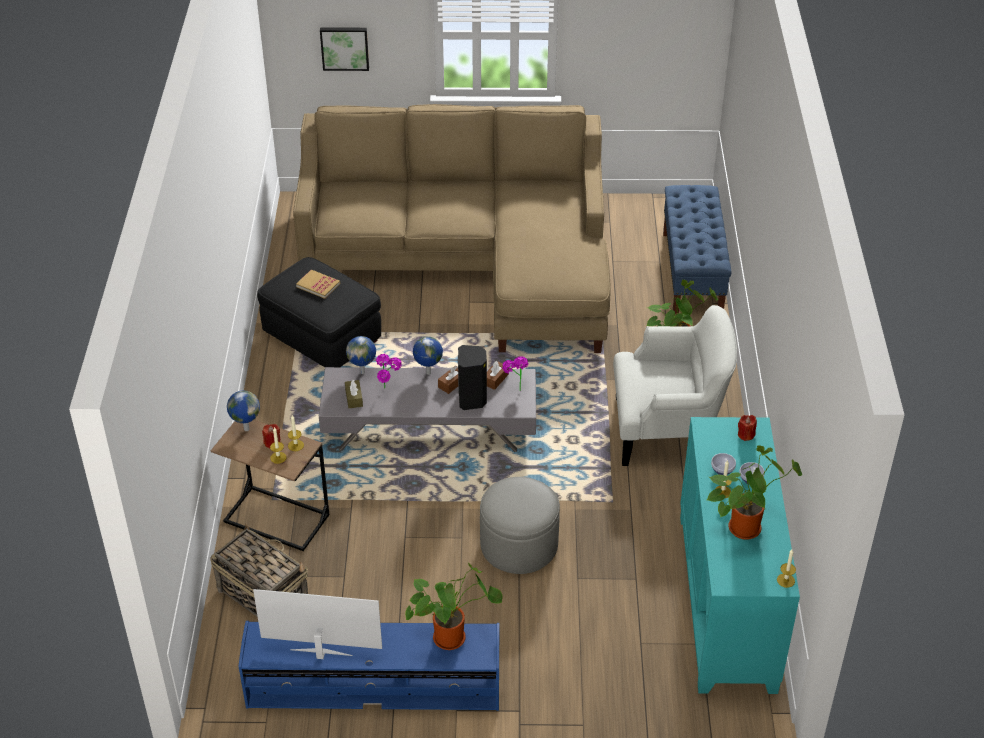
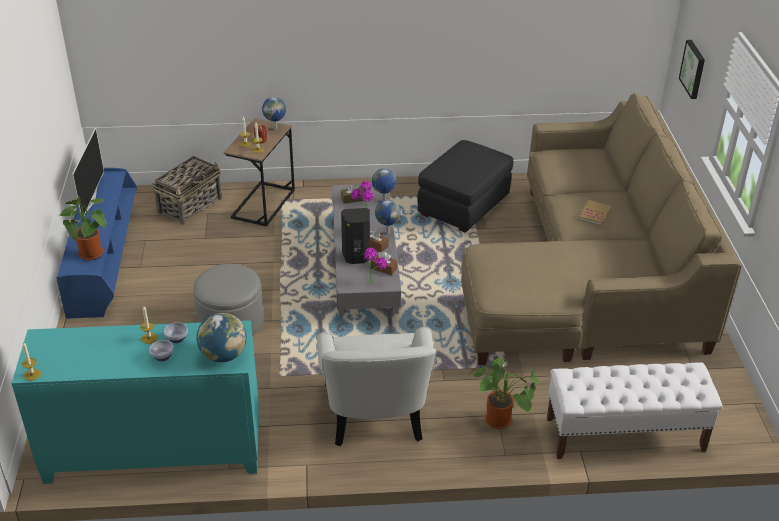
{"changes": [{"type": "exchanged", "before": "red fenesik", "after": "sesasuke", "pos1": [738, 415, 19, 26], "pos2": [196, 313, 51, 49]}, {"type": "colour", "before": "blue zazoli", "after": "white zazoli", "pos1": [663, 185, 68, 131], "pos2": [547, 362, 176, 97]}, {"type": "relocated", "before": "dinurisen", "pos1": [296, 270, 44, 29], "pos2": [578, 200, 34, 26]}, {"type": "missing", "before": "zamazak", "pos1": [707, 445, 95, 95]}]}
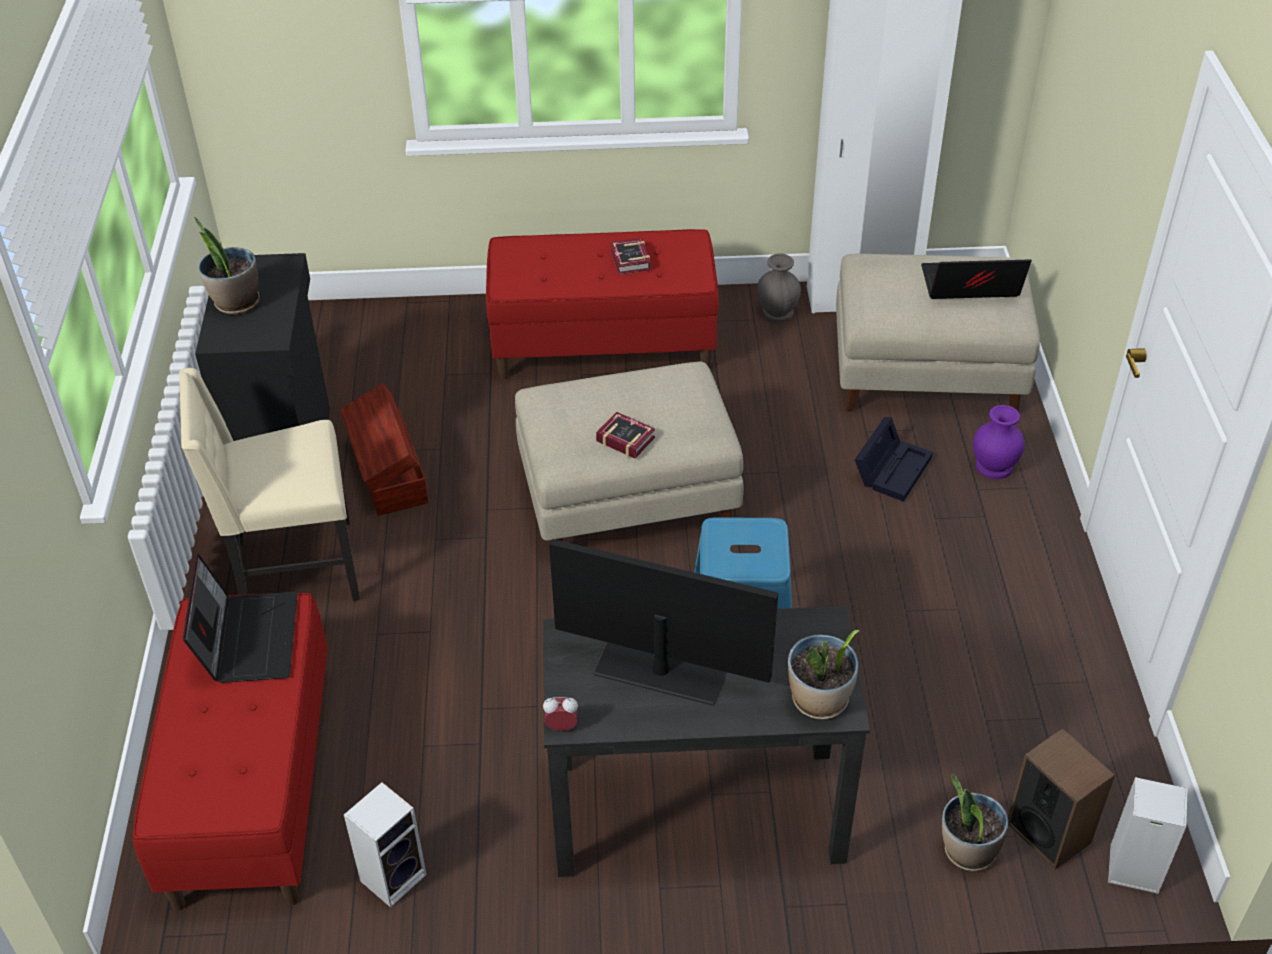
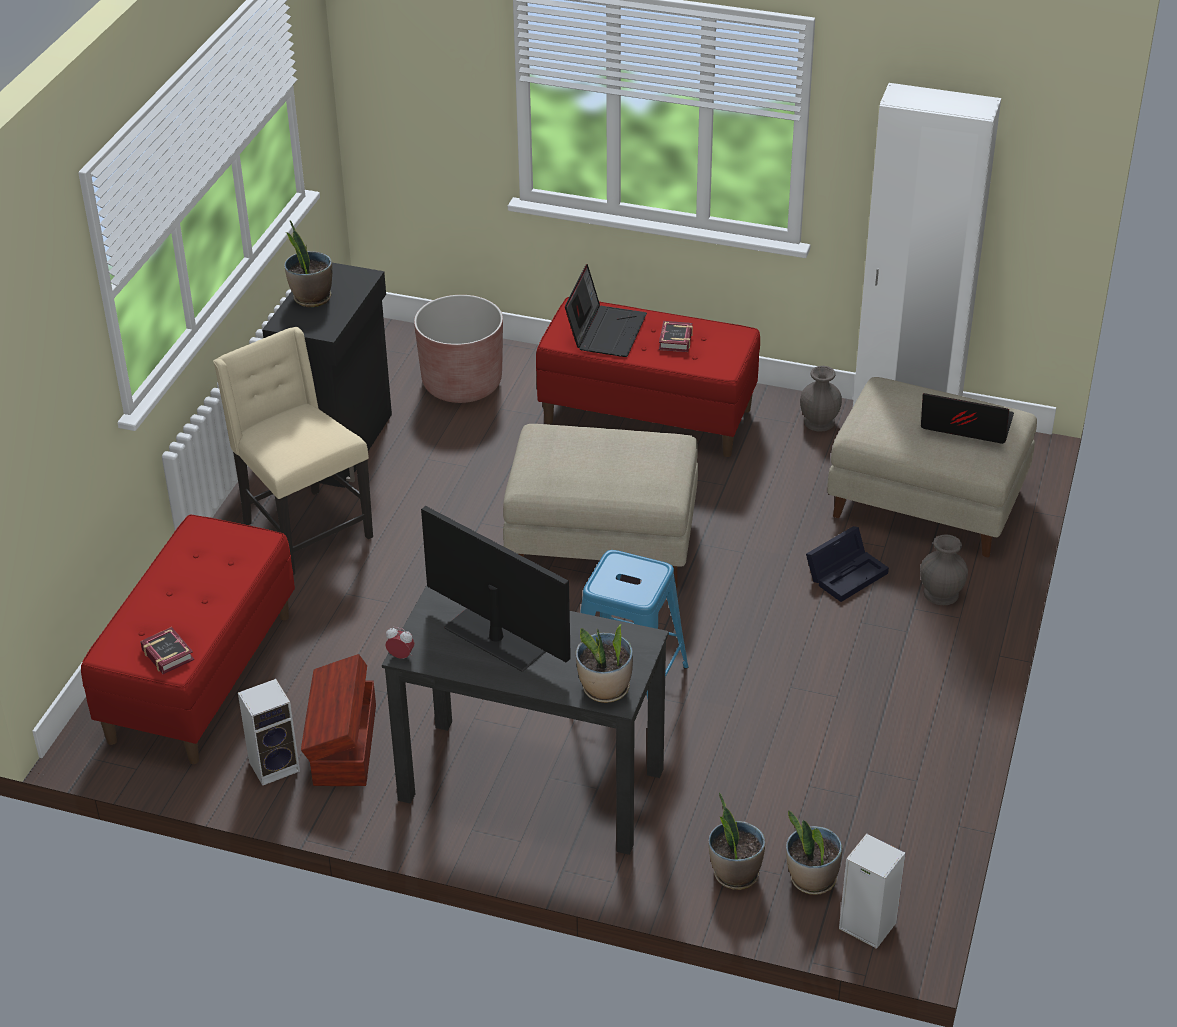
{"changes": [{"type": "relocated", "before": "dinurisen", "pos1": [596, 412, 59, 46], "pos2": [140, 627, 54, 47]}, {"type": "spun", "before": "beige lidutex", "pos1": [179, 368, 181, 233], "pos2": [213, 327, 160, 248], "turn": 45}, {"type": "relocated", "before": "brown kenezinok", "pos1": [340, 383, 88, 133], "pos2": [301, 654, 75, 132]}, {"type": "appeared", "after": "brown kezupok", "pos2": [414, 295, 89, 108]}, {"type": "relocated", "before": "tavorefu", "pos1": [183, 553, 115, 130], "pos2": [565, 264, 82, 93]}, {"type": "exchanged", "before": "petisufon", "after": "zamazak", "pos1": [1008, 728, 107, 142], "pos2": [786, 811, 56, 84]}, {"type": "colour", "before": "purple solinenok", "after": "grey solinenok", "pos1": [973, 405, 52, 74], "pos2": [920, 534, 48, 71]}]}
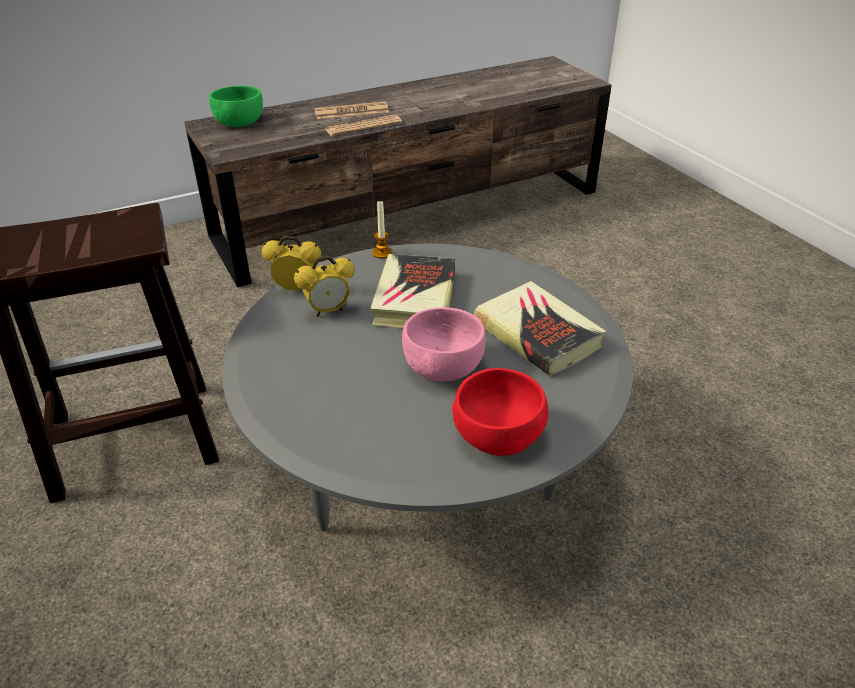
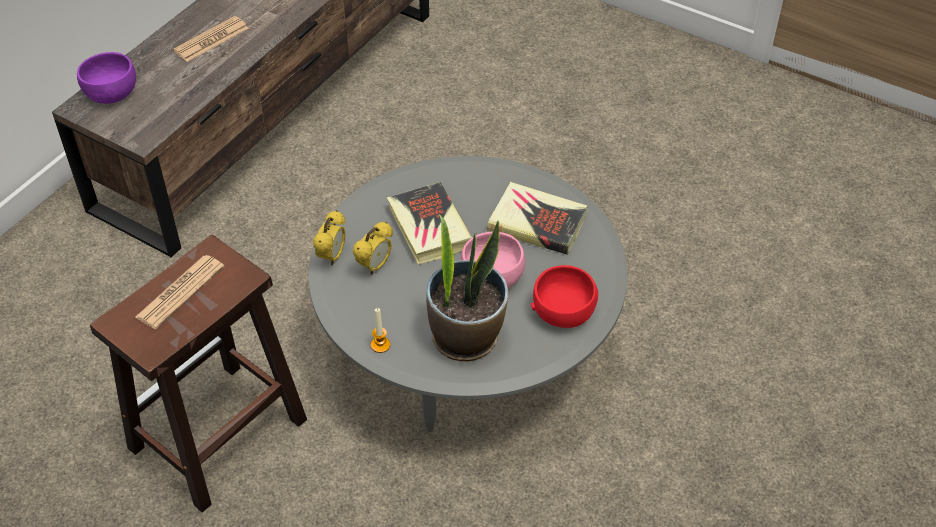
{"changes": [{"type": "colour", "before": "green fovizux", "after": "purple fovizux", "pos1": [209, 86, 54, 41], "pos2": [77, 52, 59, 52]}, {"type": "relocated", "before": "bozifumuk", "pos1": [325, 115, 77, 21], "pos2": [135, 255, 90, 74]}, {"type": "spun", "before": "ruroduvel", "pos1": [262, 236, 59, 54], "pos2": [313, 210, 33, 55], "turn": 135}, {"type": "relocated", "before": "fenesik", "pos1": [372, 201, 20, 57], "pos2": [371, 308, 19, 45]}, {"type": "appeared", "after": "zamazak", "pos2": [427, 214, 82, 147]}]}
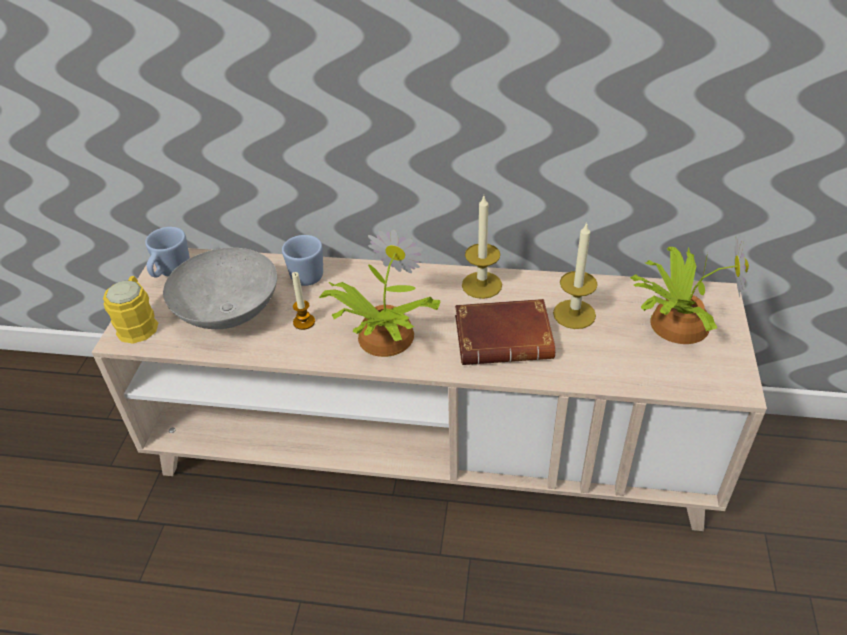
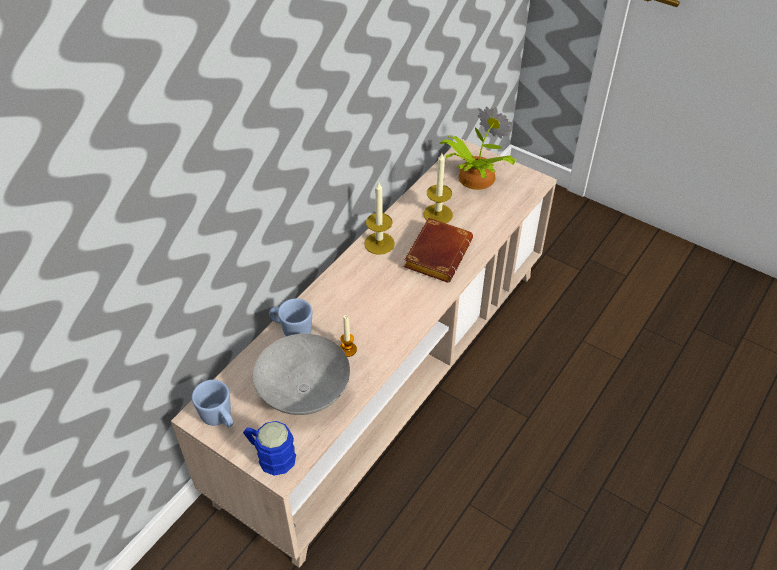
{"changes": [{"type": "colour", "before": "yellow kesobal", "after": "blue kesobal", "pos1": [103, 276, 55, 68], "pos2": [243, 421, 53, 55]}, {"type": "missing", "before": "zamazak", "pos1": [319, 229, 122, 128]}]}
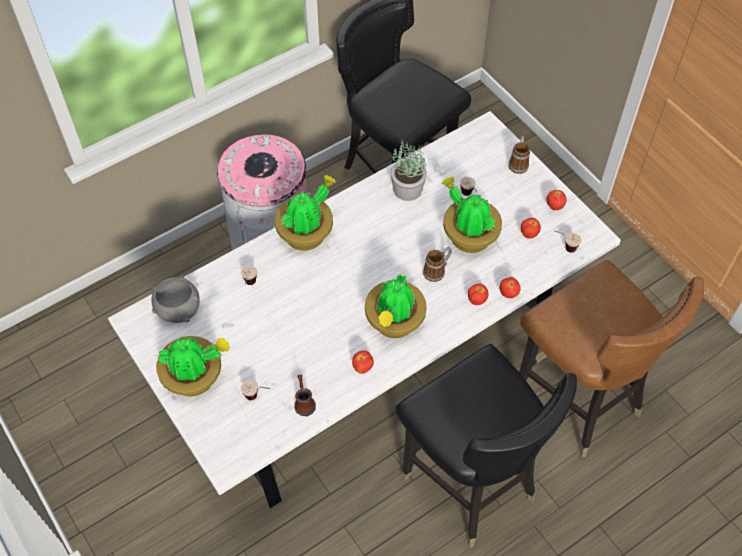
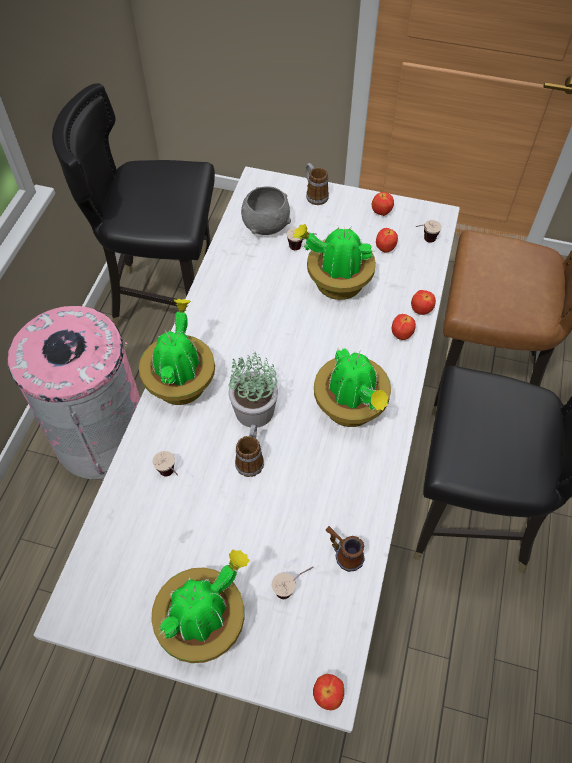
{"changes": [{"type": "relocated", "before": "zamazak", "pos1": [391, 140, 36, 61], "pos2": [228, 352, 50, 75]}, {"type": "relocated", "before": "kesobal", "pos1": [423, 247, 29, 35], "pos2": [235, 424, 29, 53]}, {"type": "relocated", "before": "grey fovizux", "pos1": [152, 276, 48, 47], "pos2": [241, 186, 50, 49]}, {"type": "relocated", "before": "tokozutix", "pos1": [352, 350, 22, 24], "pos2": [313, 674, 31, 36]}]}
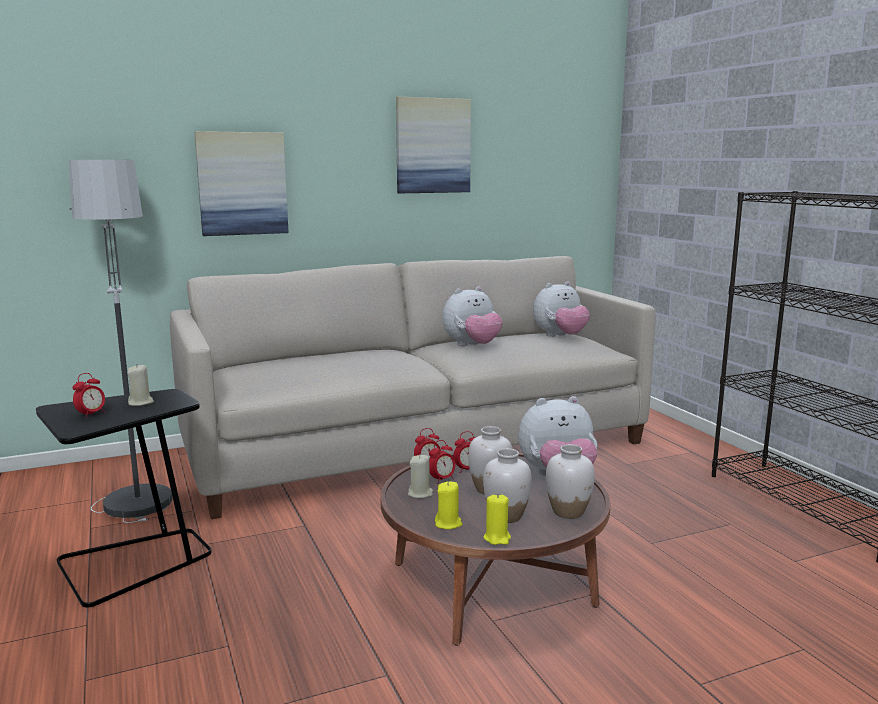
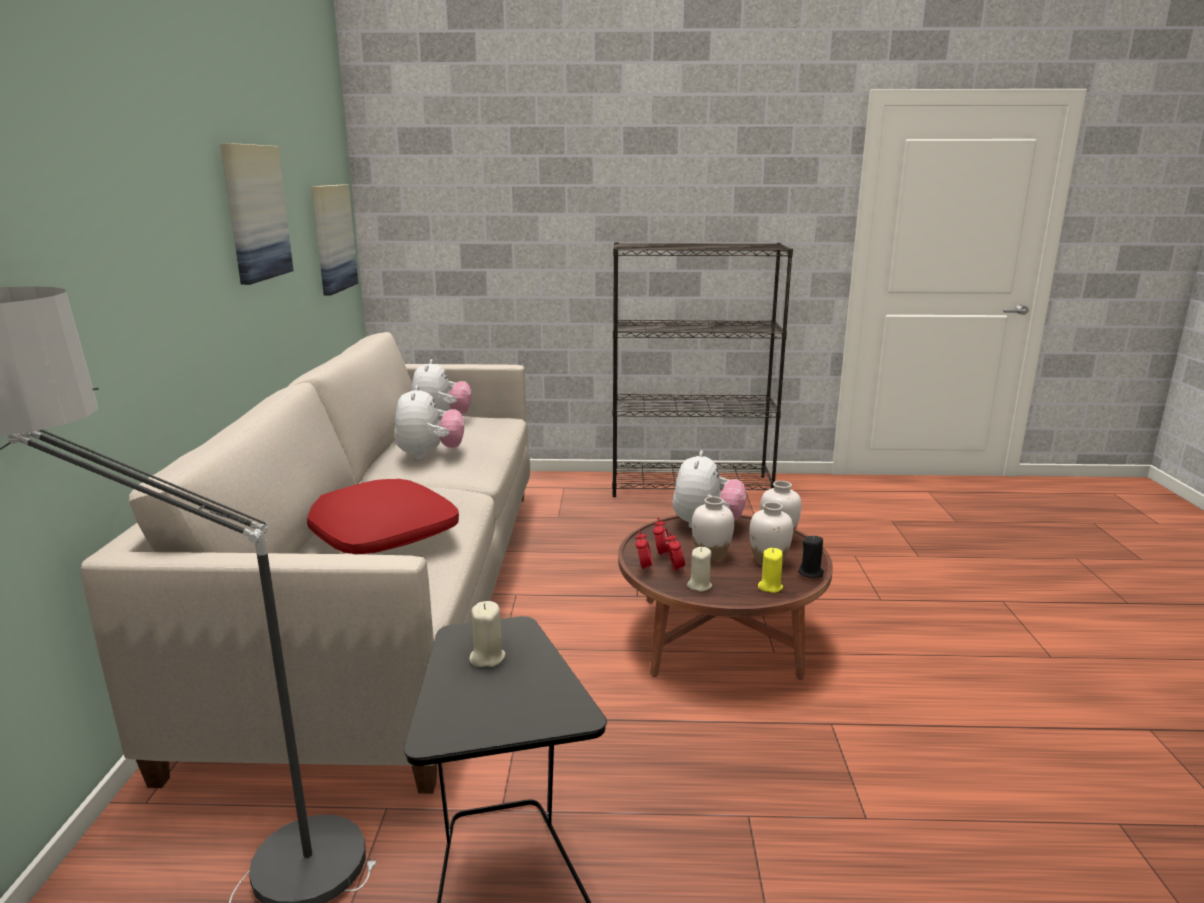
{"changes": [{"type": "appeared", "after": "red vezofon", "pos2": [307, 479, 152, 75]}, {"type": "relocated", "before": "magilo", "pos1": [194, 131, 95, 105], "pos2": [312, 185, 46, 110]}, {"type": "colour", "before": "yellow fenesik", "after": "black fenesik", "pos1": [483, 494, 28, 51], "pos2": [798, 535, 26, 43]}, {"type": "missing", "before": "ruroduvel", "pos1": [72, 373, 33, 45]}]}
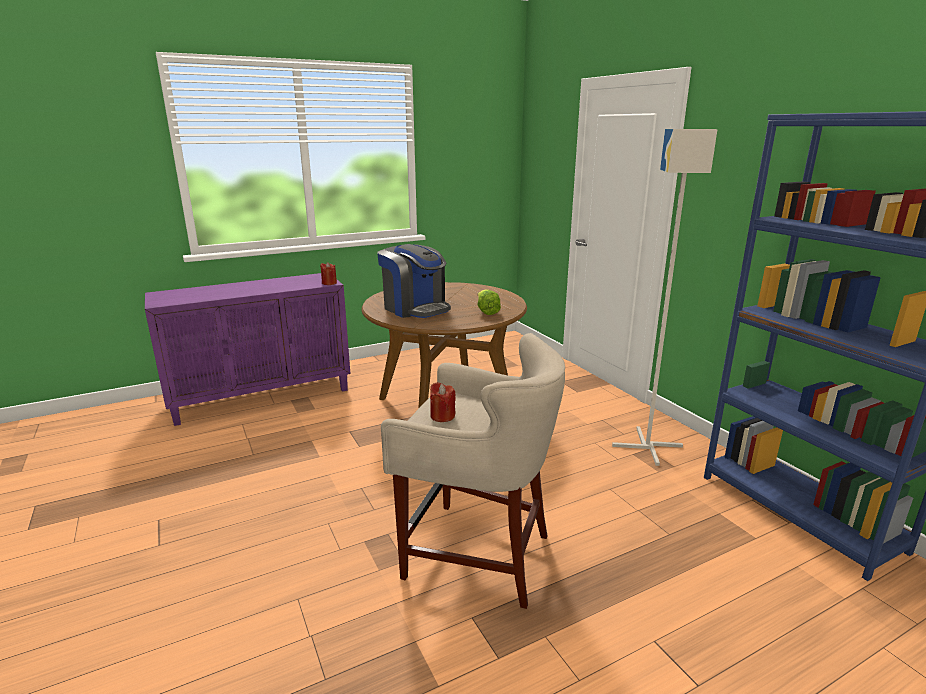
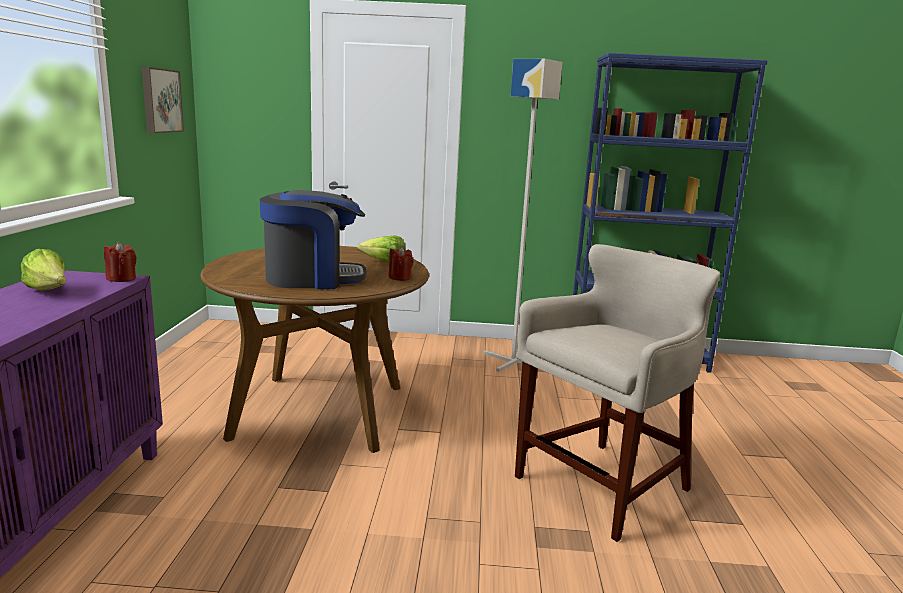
{"changes": [{"type": "appeared", "after": "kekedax", "pos2": [21, 249, 45, 42]}, {"type": "appeared", "after": "magilo", "pos2": [142, 67, 42, 66]}, {"type": "relocated", "before": "red fenesik", "pos1": [430, 382, 26, 40], "pos2": [389, 246, 24, 35]}]}
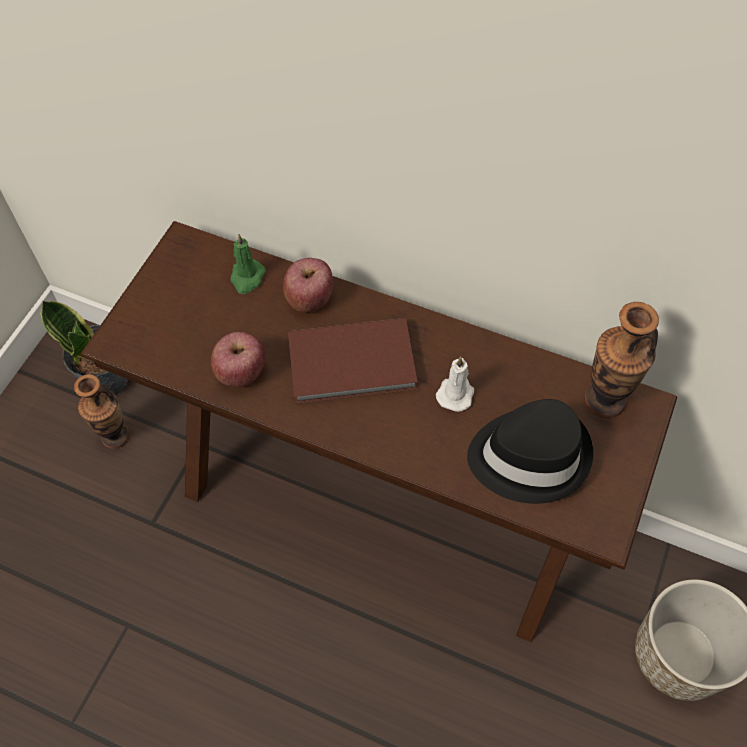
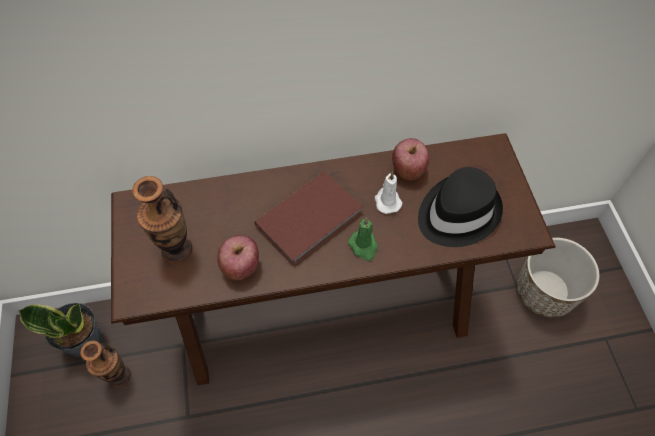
{"changes": [{"type": "relocated", "before": "solinenok", "pos1": [585, 302, 74, 116], "pos2": [132, 176, 61, 88]}, {"type": "relocated", "before": "green fenesik", "pos1": [231, 234, 35, 60], "pos2": [348, 217, 30, 44]}, {"type": "relocated", "before": "tokozutix", "pos1": [283, 258, 50, 54], "pos2": [392, 138, 37, 43]}]}
